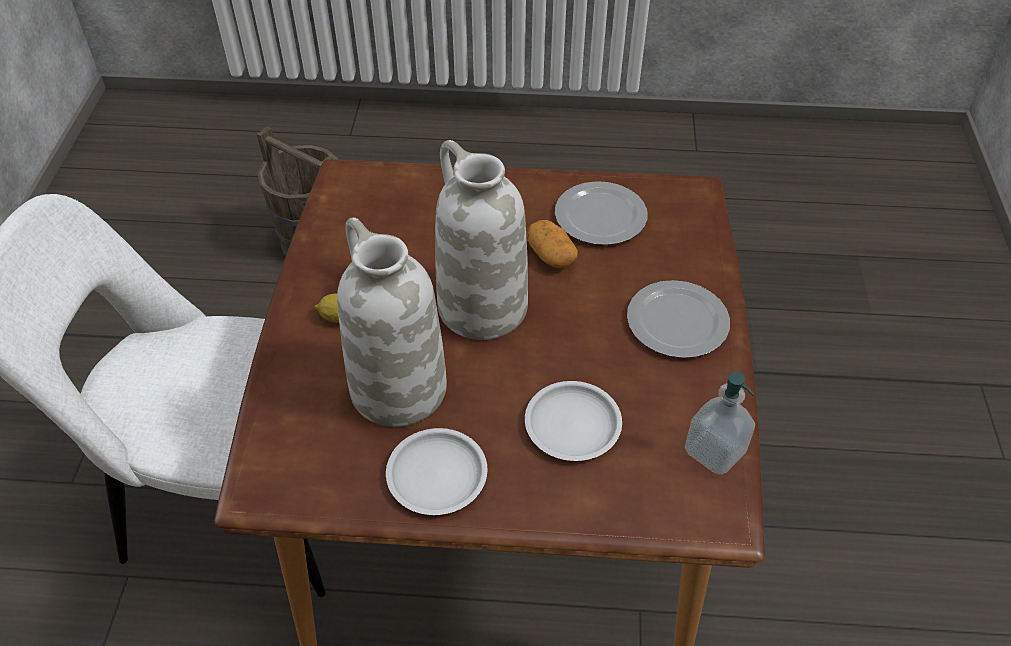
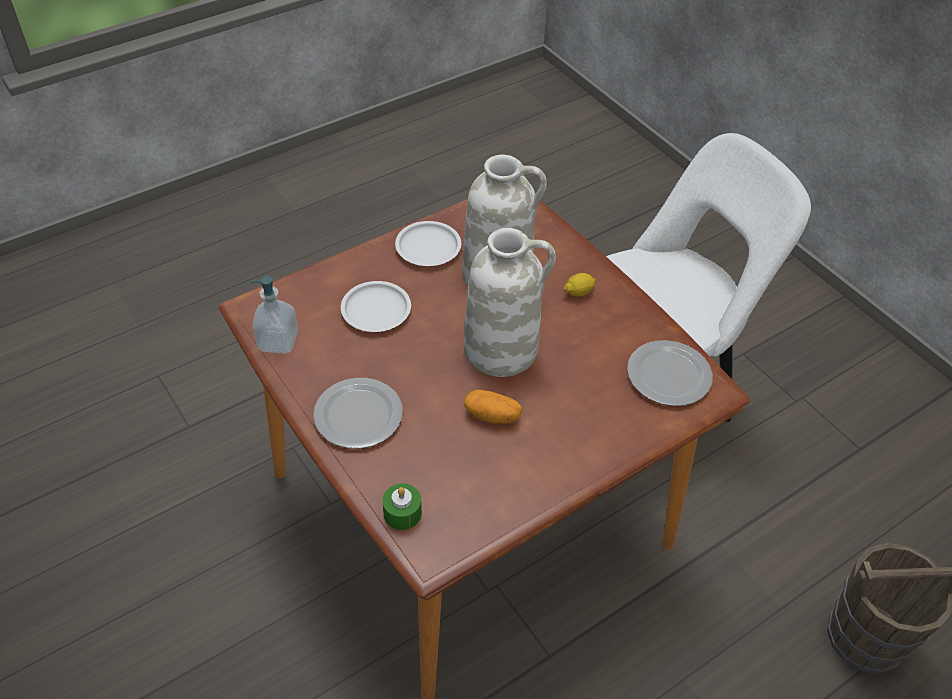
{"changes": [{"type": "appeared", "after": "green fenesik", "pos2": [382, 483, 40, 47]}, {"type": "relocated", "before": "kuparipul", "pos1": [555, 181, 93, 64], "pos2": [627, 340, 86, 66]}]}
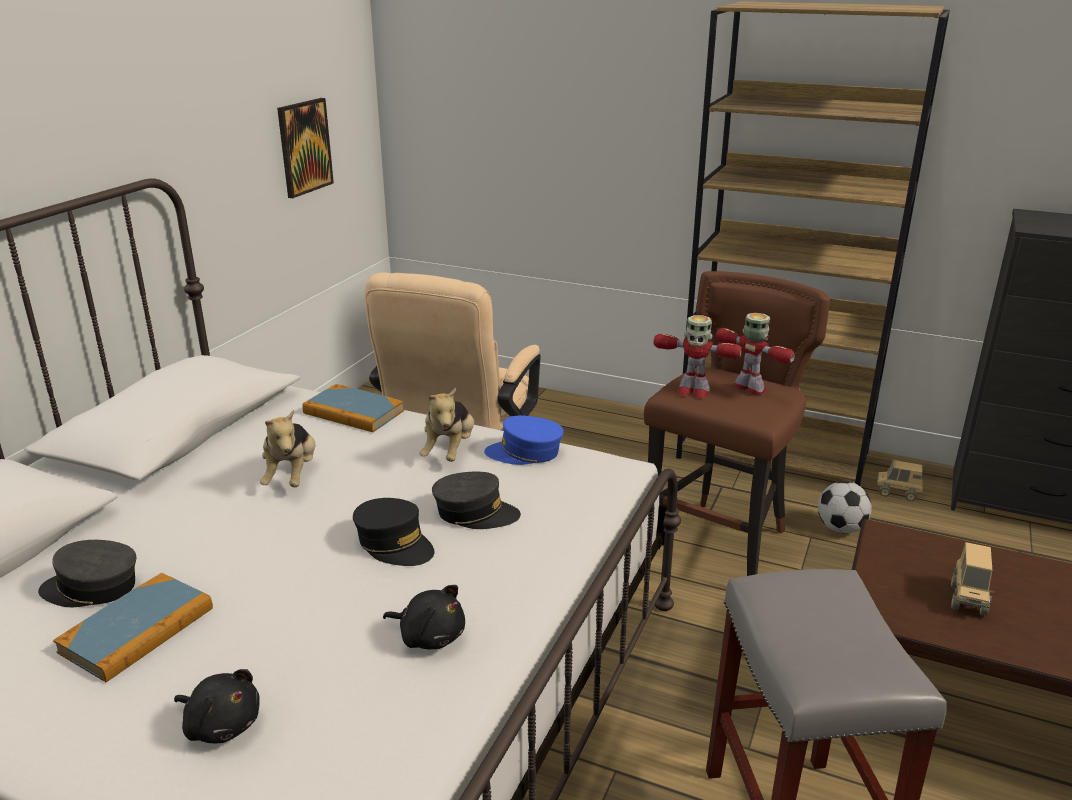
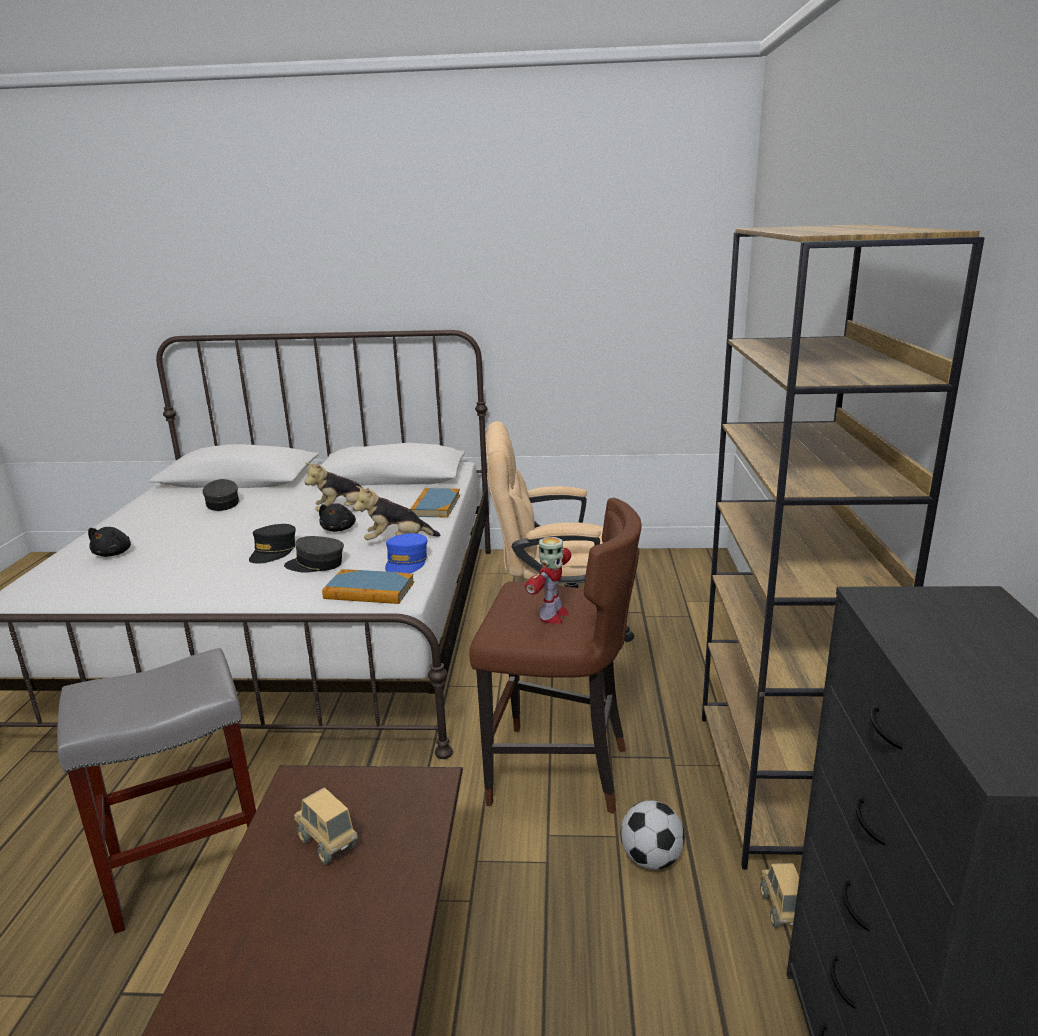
{"changes": [{"type": "spun", "before": "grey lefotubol", "pos1": [432, 472, 89, 57], "pos2": [284, 536, 60, 37], "turn": 105}, {"type": "spun", "before": "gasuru", "pos1": [951, 542, 43, 74], "pos2": [294, 787, 64, 78], "turn": 45}, {"type": "relocated", "before": "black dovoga", "pos1": [383, 585, 82, 64], "pos2": [319, 503, 37, 29]}, {"type": "relocated", "before": "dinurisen", "pos1": [53, 573, 160, 109], "pos2": [322, 569, 92, 35]}, {"type": "spun", "before": "blue lefotubol", "pos1": [484, 416, 80, 49], "pos2": [385, 533, 43, 40], "turn": -150}, {"type": "missing", "before": "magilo", "pos1": [277, 98, 57, 100]}, {"type": "missing", "before": "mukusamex", "pos1": [654, 315, 88, 83]}]}
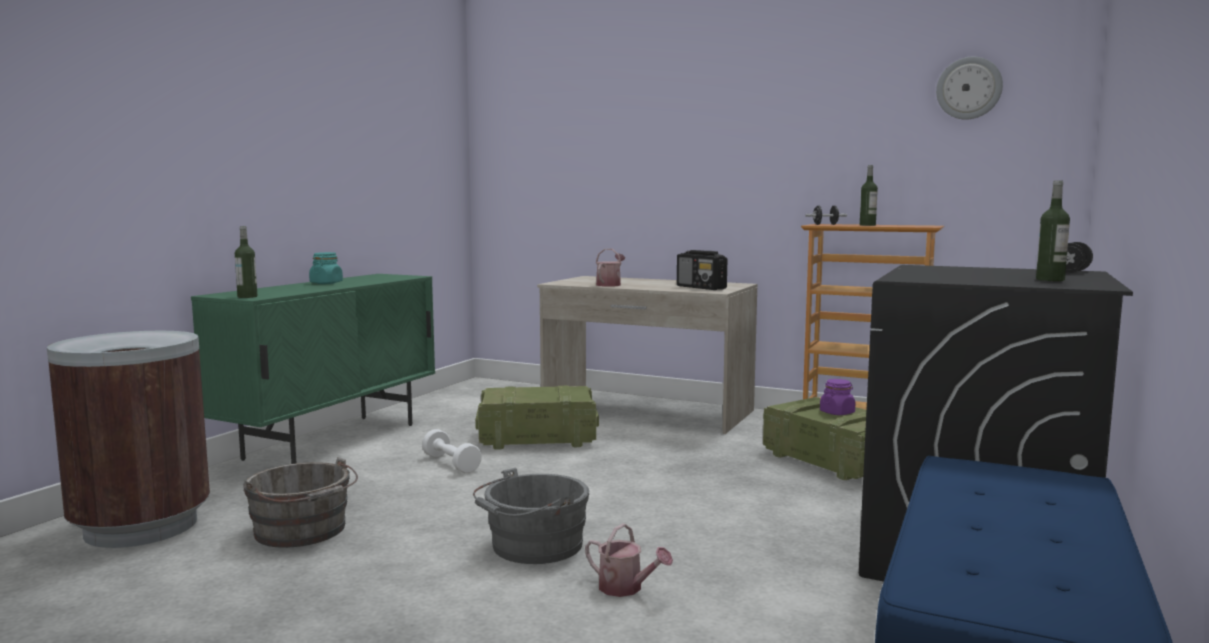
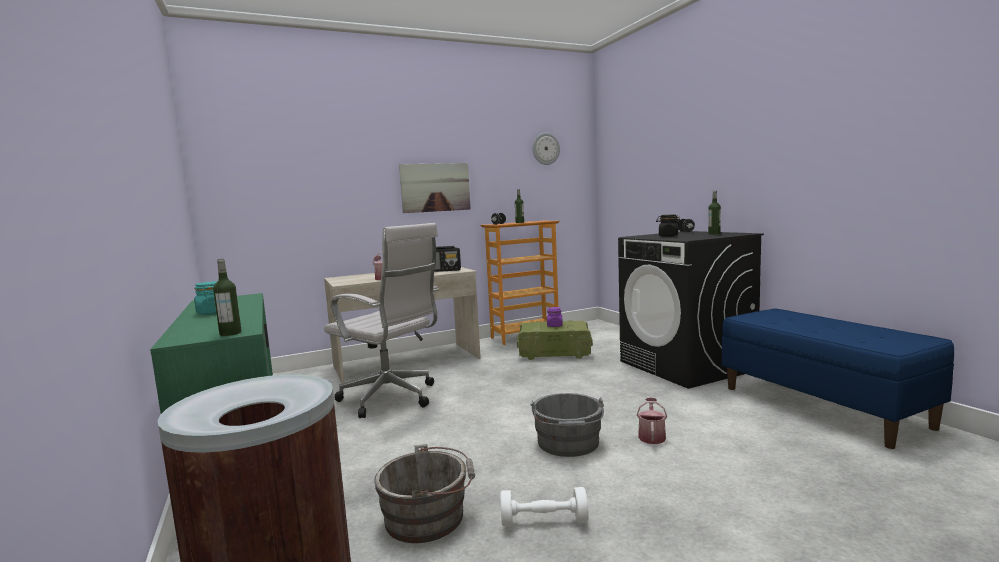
{"changes": [{"type": "exchanged", "before": "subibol", "after": "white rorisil", "pos1": [475, 385, 124, 65], "pos2": [324, 223, 115, 195]}, {"type": "appeared", "after": "magilo", "pos2": [399, 163, 72, 50]}, {"type": "relocated", "before": "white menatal", "pos1": [422, 429, 60, 44], "pos2": [501, 487, 88, 39]}, {"type": "spun", "before": "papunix", "pos1": [585, 523, 88, 74], "pos2": [637, 398, 30, 46], "turn": -60}, {"type": "appeared", "after": "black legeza", "pos2": [656, 214, 25, 23]}]}
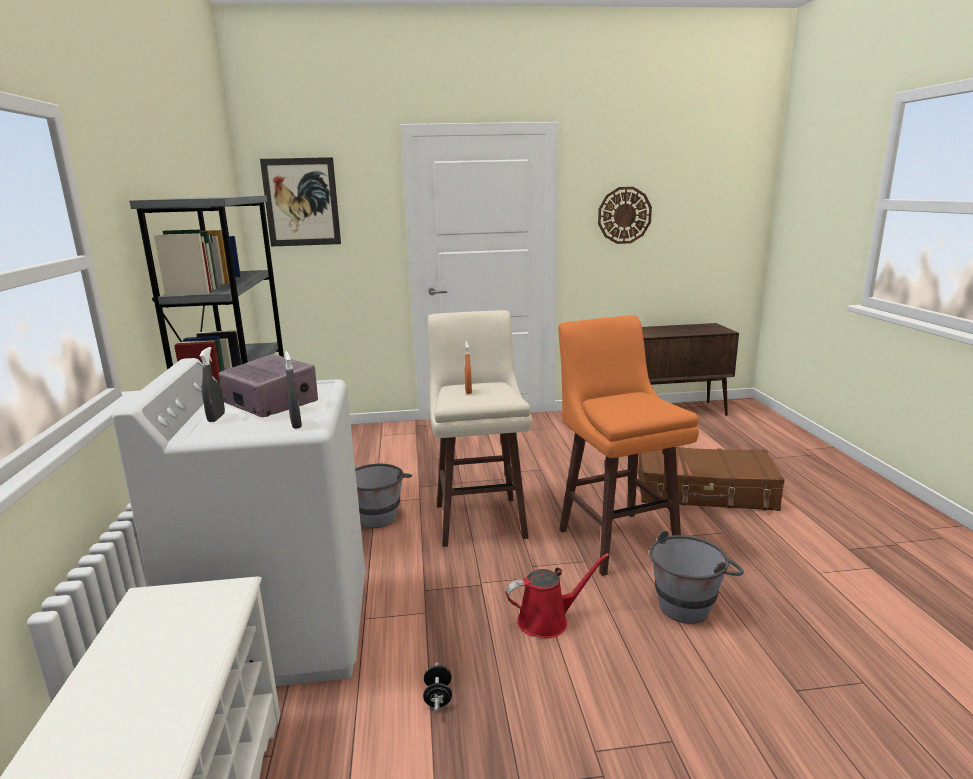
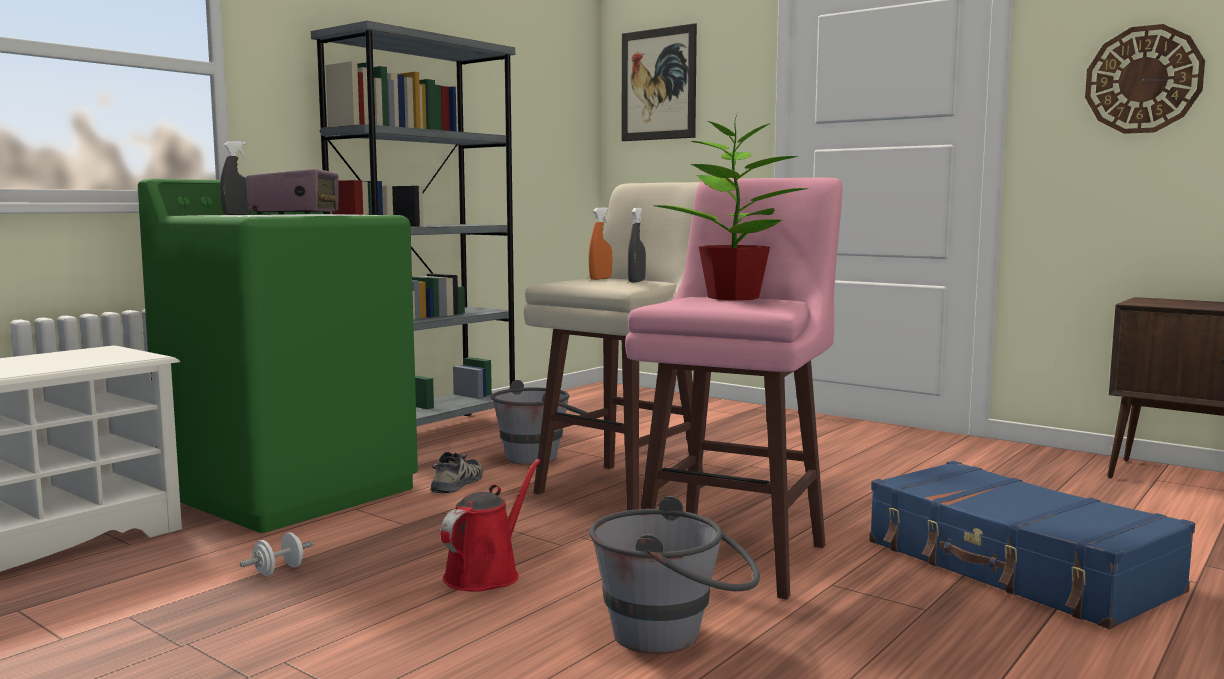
{"changes": [{"type": "colour", "before": "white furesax", "after": "green furesax", "pos1": [112, 358, 253, 328], "pos2": [138, 179, 280, 354]}, {"type": "colour", "before": "black menatal", "after": "white menatal", "pos1": [423, 662, 29, 50], "pos2": [240, 532, 74, 44]}, {"type": "appeared", "after": "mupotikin", "pos2": [431, 452, 52, 41]}, {"type": "spun", "before": "red papunix", "pos1": [506, 553, 104, 85], "pos2": [440, 459, 100, 133], "turn": -90}, {"type": "colour", "before": "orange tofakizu", "after": "pink tofakizu", "pos1": [558, 315, 141, 261], "pos2": [625, 178, 218, 422]}, {"type": "relocated", "before": "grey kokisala", "pos1": [285, 351, 17, 78], "pos2": [628, 208, 18, 74]}, {"type": "appeared", "after": "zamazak", "pos2": [653, 113, 156, 187]}, {"type": "colour", "before": "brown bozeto", "after": "blue bozeto", "pos1": [638, 447, 147, 64], "pos2": [869, 461, 326, 168]}]}
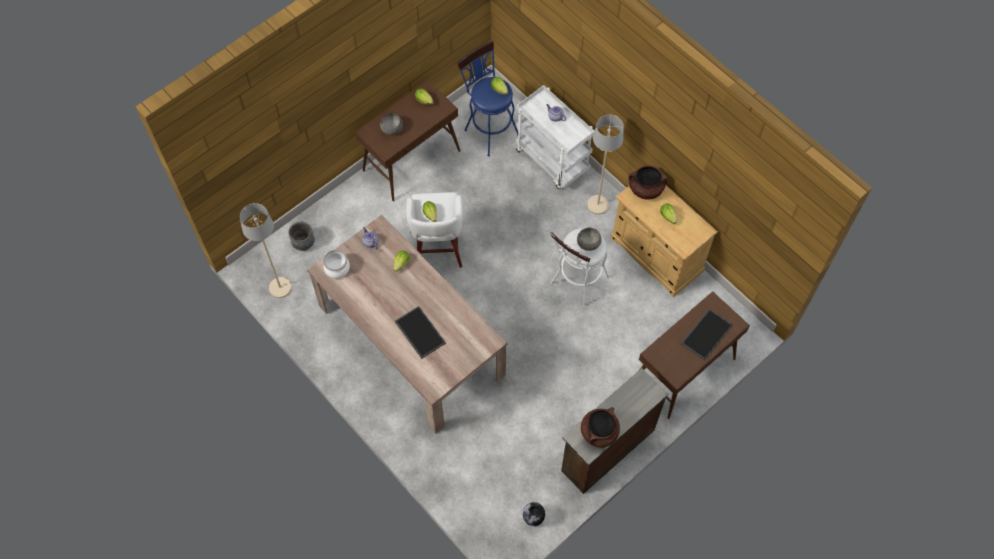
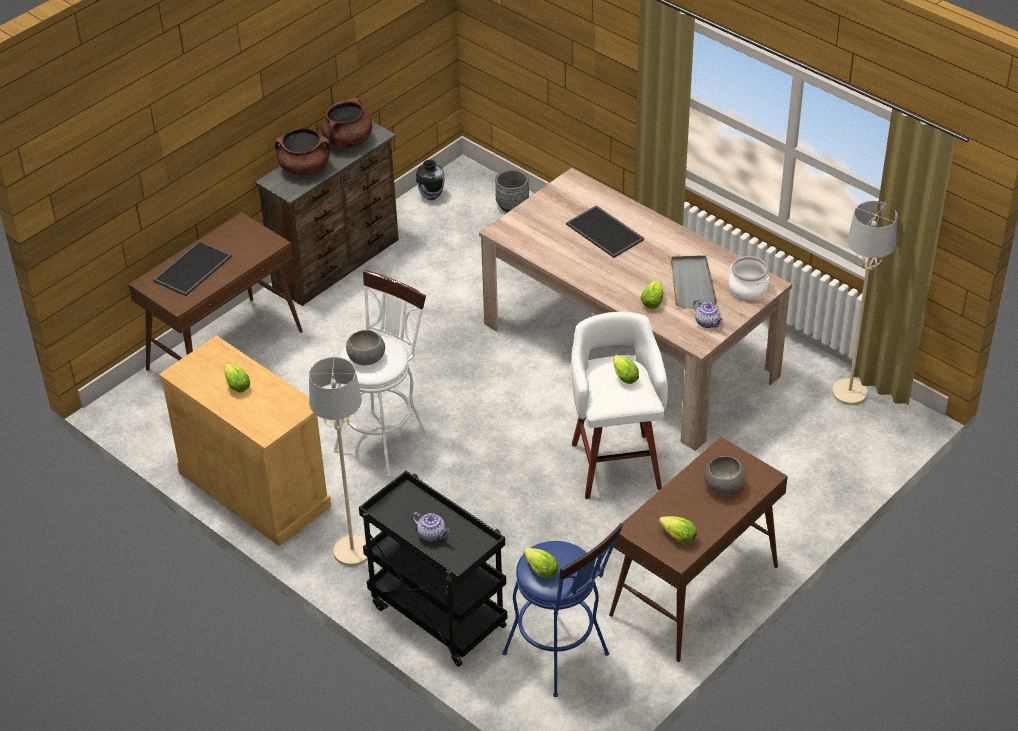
{"changes": [{"type": "relocated", "before": "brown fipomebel", "pos1": [629, 166, 38, 34], "pos2": [274, 128, 57, 48]}, {"type": "colour", "before": "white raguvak", "after": "black raguvak", "pos1": [516, 85, 78, 104], "pos2": [359, 471, 148, 196]}, {"type": "relocated", "before": "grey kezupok", "pos1": [289, 222, 26, 29], "pos2": [495, 169, 34, 44]}, {"type": "appeared", "after": "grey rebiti", "pos2": [671, 255, 46, 53]}]}
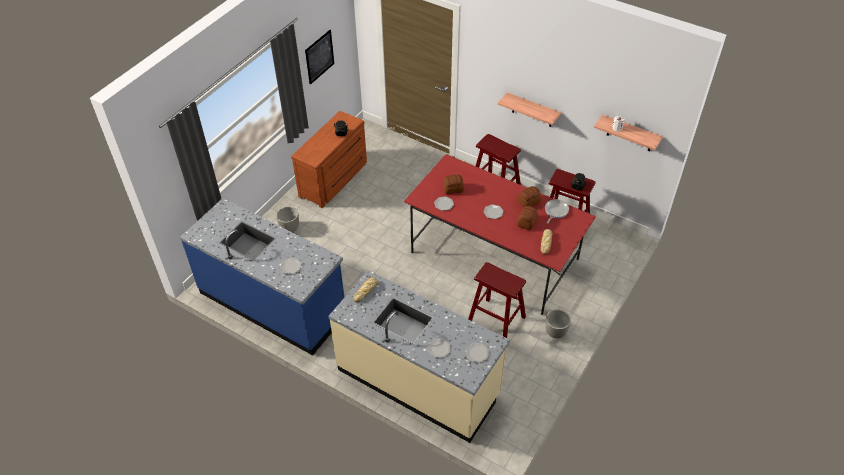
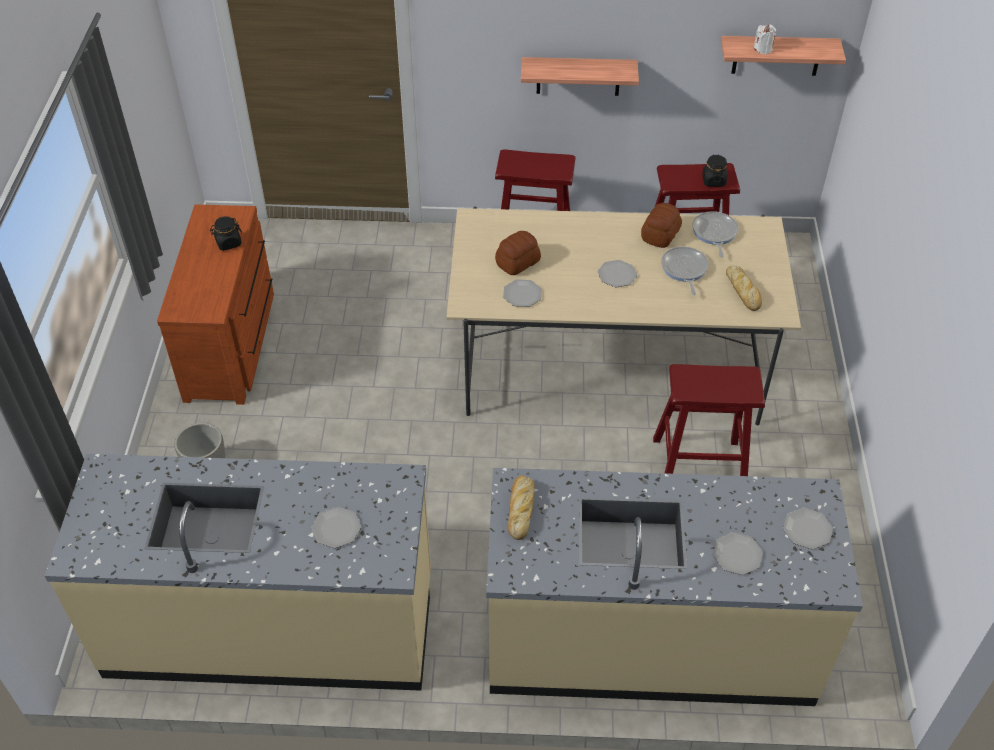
{"changes": [{"type": "colour", "before": "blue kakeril", "after": "beige kakeril", "pos1": [180, 198, 164, 157], "pos2": [45, 454, 386, 237]}, {"type": "colour", "before": "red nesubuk", "after": "beige nesubuk", "pos1": [404, 154, 192, 161], "pos2": [447, 207, 354, 218]}, {"type": "exchanged", "before": "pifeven", "after": "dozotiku", "pos1": [517, 206, 21, 24], "pos2": [661, 247, 48, 48]}, {"type": "missing", "before": "magilo", "pos1": [305, 30, 29, 55]}, {"type": "missing", "before": "kezupok", "pos1": [545, 309, 26, 30]}]}
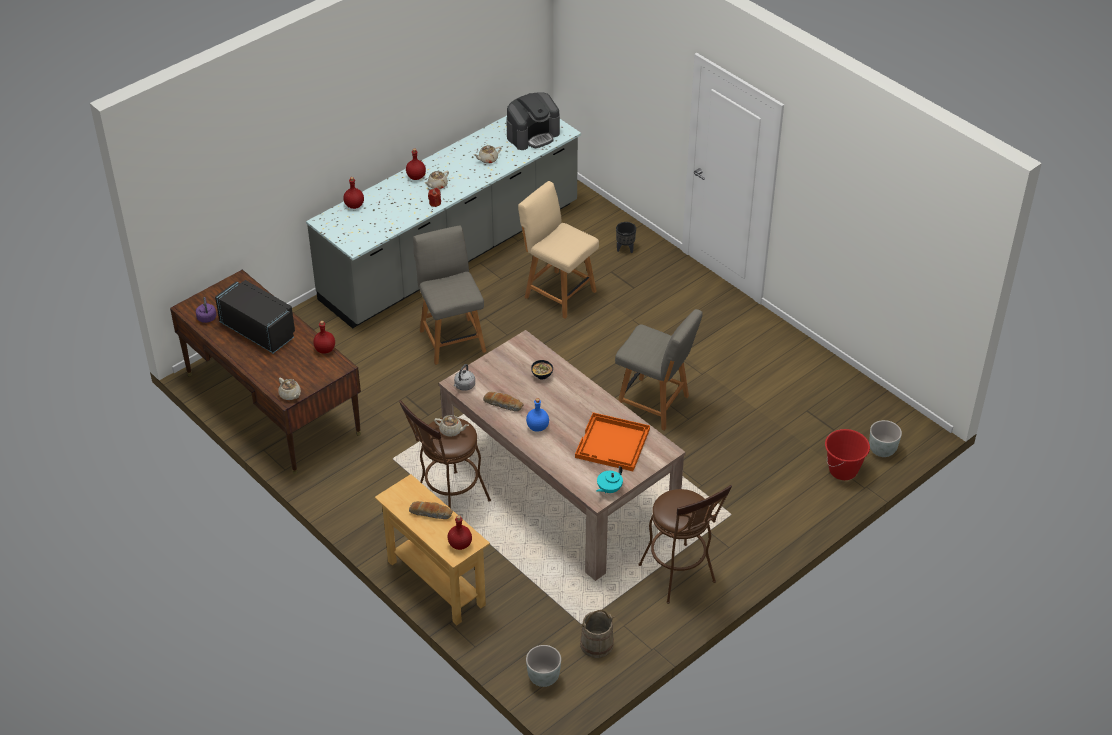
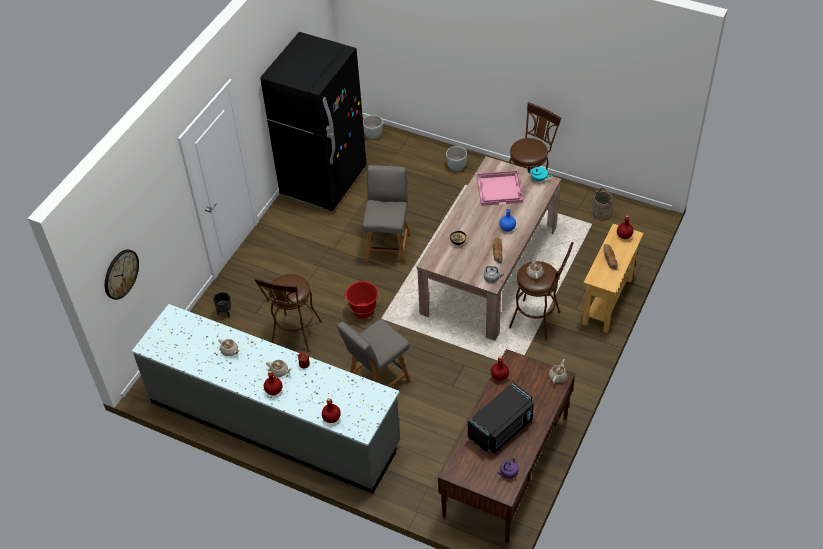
{"changes": [{"type": "appeared", "after": "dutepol", "pos2": [105, 249, 34, 51]}, {"type": "exchanged", "before": "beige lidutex", "after": "brown tofakizu", "pos1": [518, 181, 81, 138], "pos2": [254, 274, 68, 78]}, {"type": "appeared", "after": "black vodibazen", "pos2": [260, 32, 107, 179]}, {"type": "relocated", "before": "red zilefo", "pos1": [825, 429, 45, 51], "pos2": [345, 281, 34, 38]}, {"type": "relocated", "before": "grey kezupok", "pos1": [526, 645, 35, 42], "pos2": [446, 146, 21, 25]}, {"type": "spun", "before": "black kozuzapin", "pos1": [215, 280, 80, 73], "pos2": [468, 382, 66, 71], "turn": -150}, {"type": "colour", "before": "orange rebiti", "after": "pink rebiti", "pos1": [575, 412, 75, 59], "pos2": [477, 171, 46, 35]}, {"type": "missing", "before": "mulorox", "pos1": [506, 92, 54, 58]}]}
